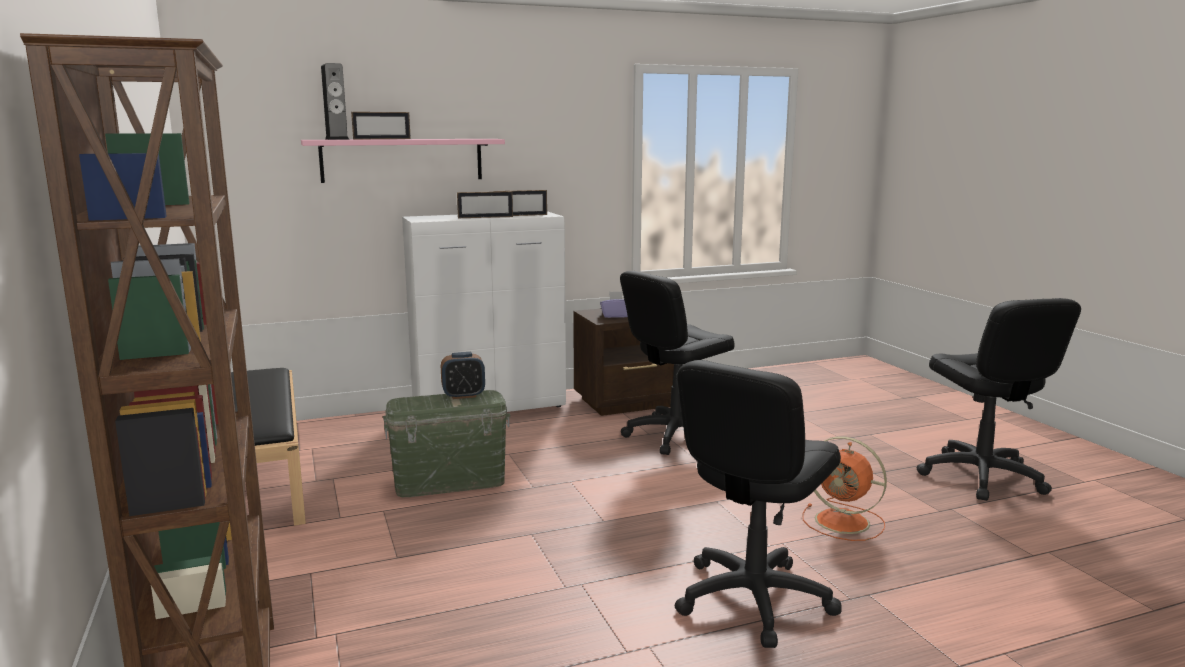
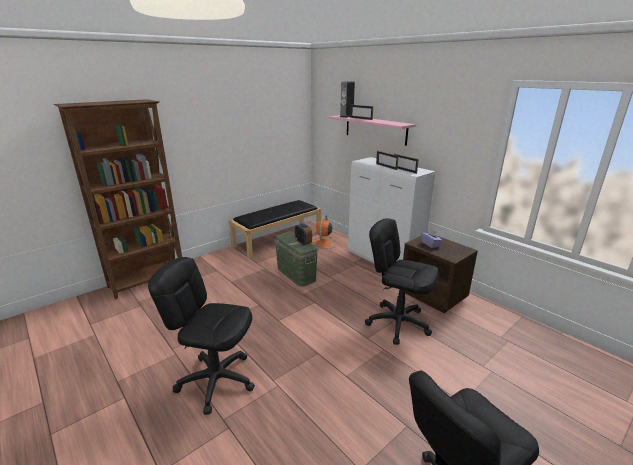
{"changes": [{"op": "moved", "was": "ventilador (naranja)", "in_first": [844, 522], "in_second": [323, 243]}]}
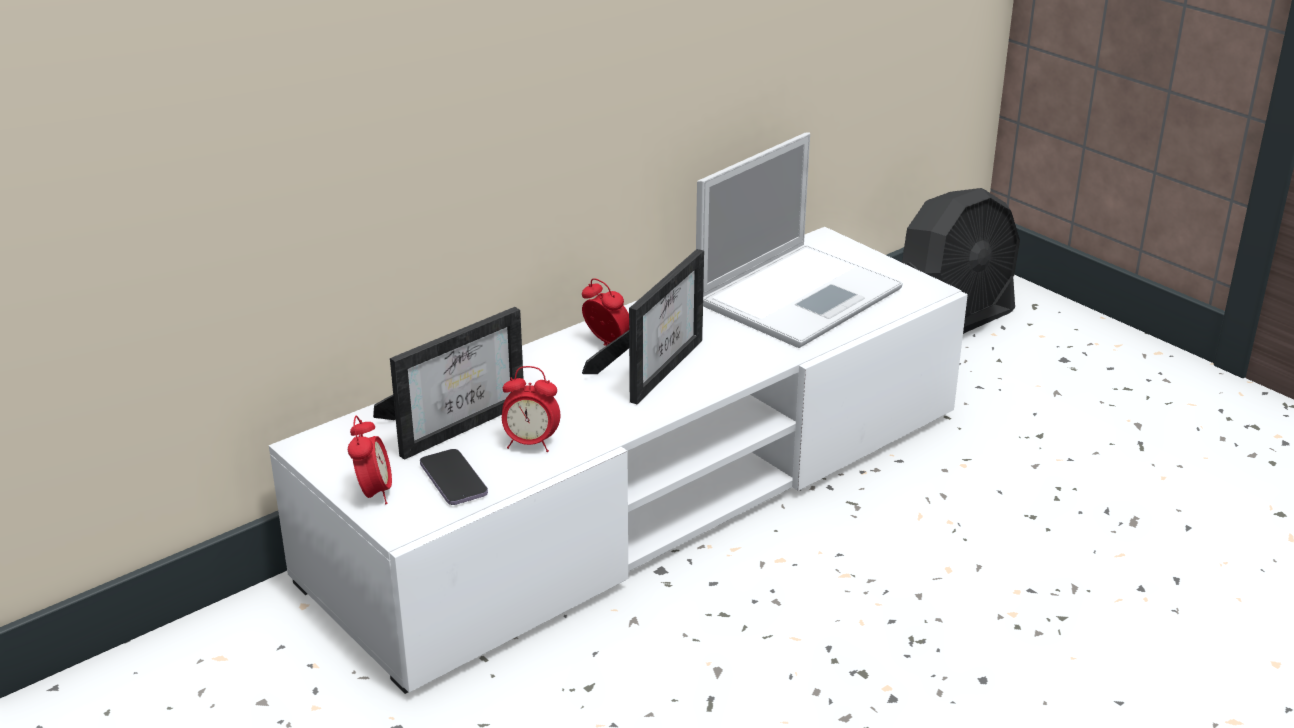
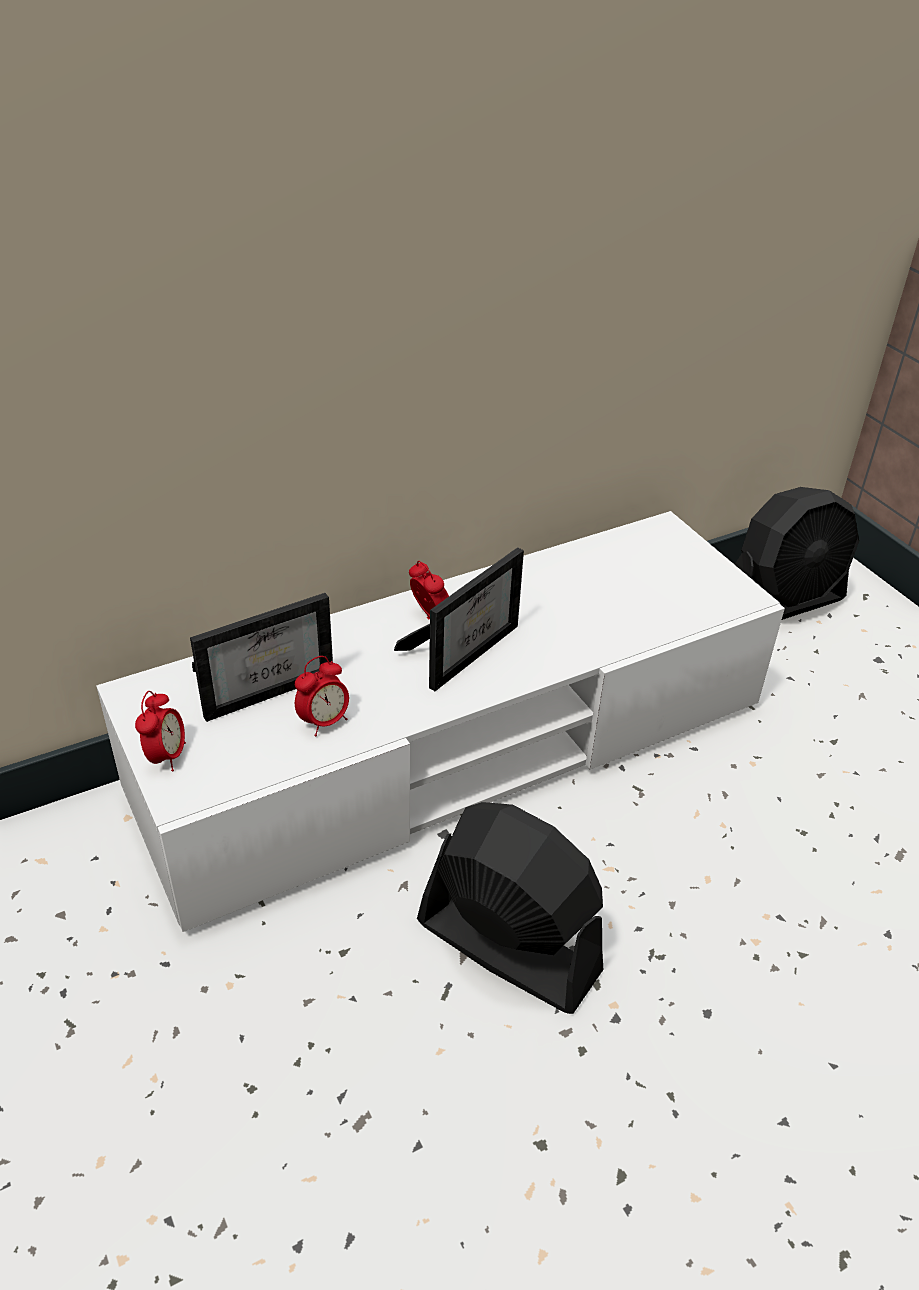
{"changes": [{"op": "removed", "was": "portátil", "in_first": [800, 294]}, {"op": "turned", "was": "despertador", "in_first": [530, 444], "in_second": [324, 722], "clockwise": -60}, {"op": "removed", "was": "móvil", "in_first": [453, 480]}, {"op": "added", "now": "ventilador (negro)", "in_second": [507, 946]}]}
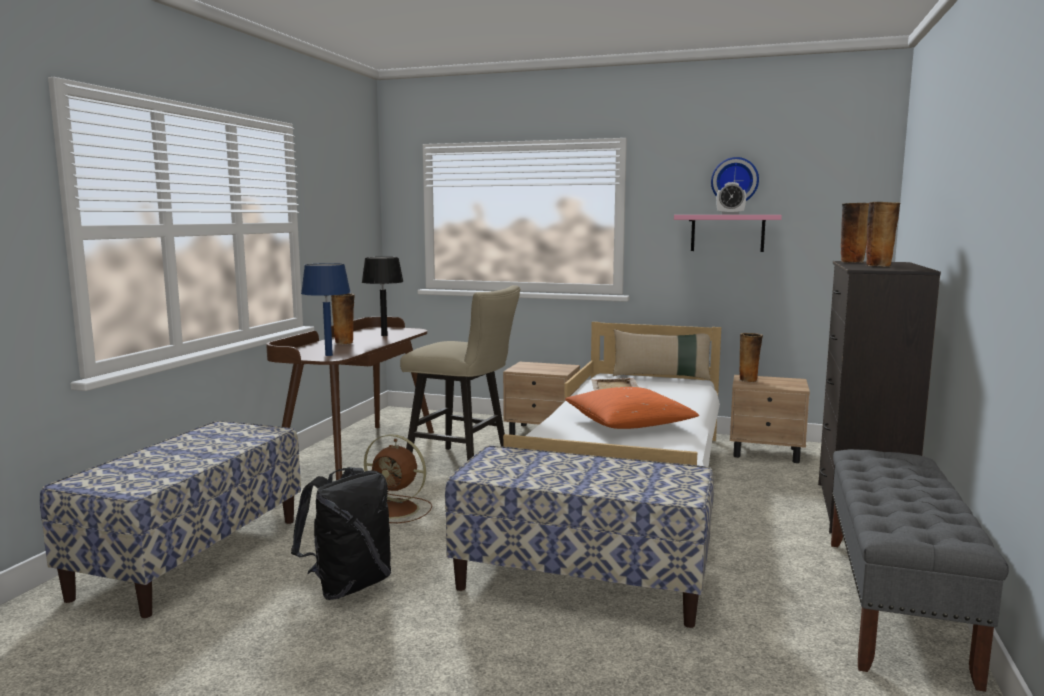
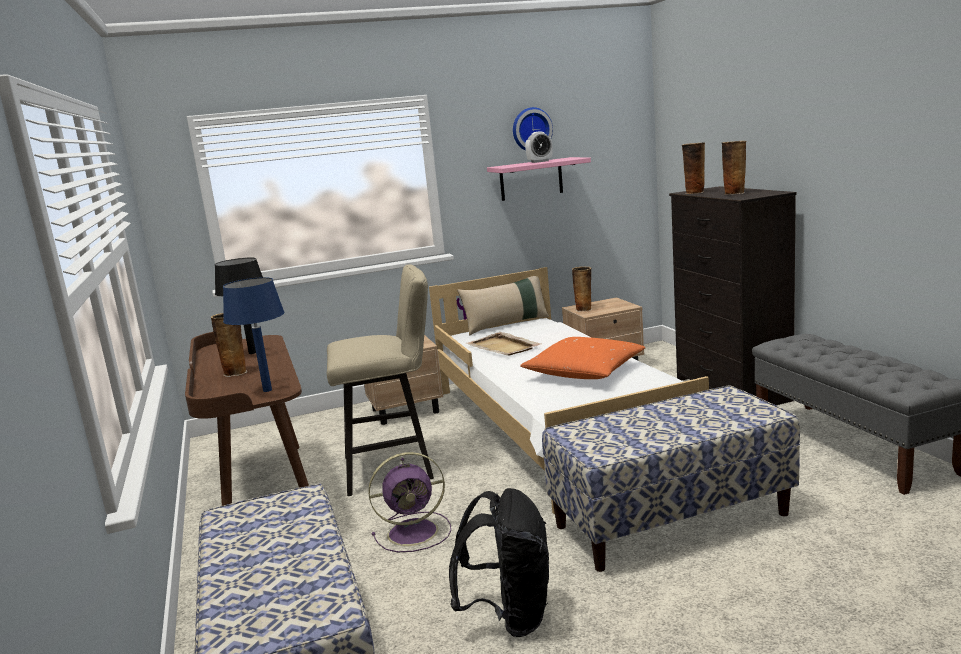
{"changes": [{"op": "recoloured", "was": "ventilador (marrón)", "now": "ventilador (morado)", "in_first": [398, 510], "in_second": [415, 532]}]}
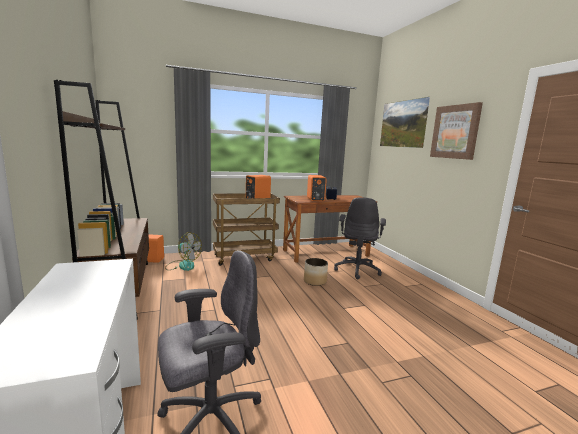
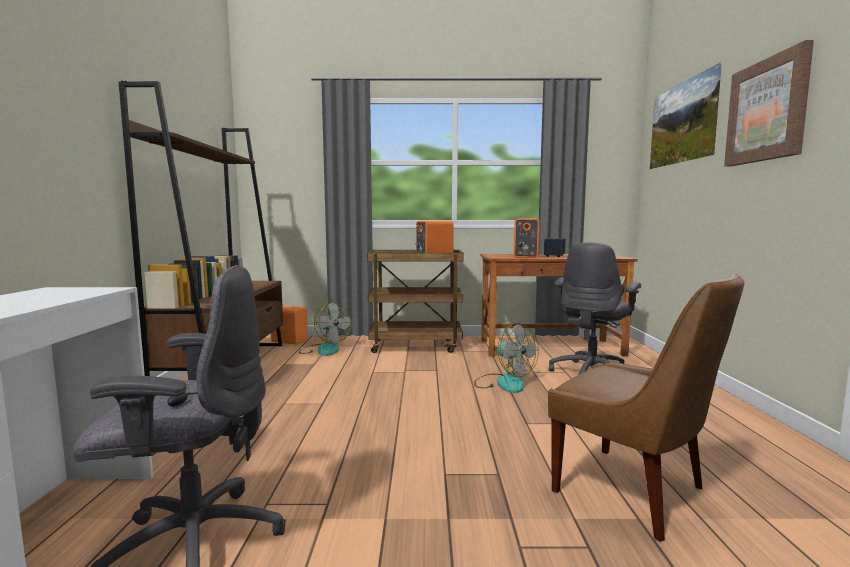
{"changes": [{"op": "replaced", "was": "maceta", "now": "ventilador", "in_first": [315, 281], "in_second": [504, 382]}, {"op": "added", "now": "silla (marrón)", "in_second": [634, 492]}]}
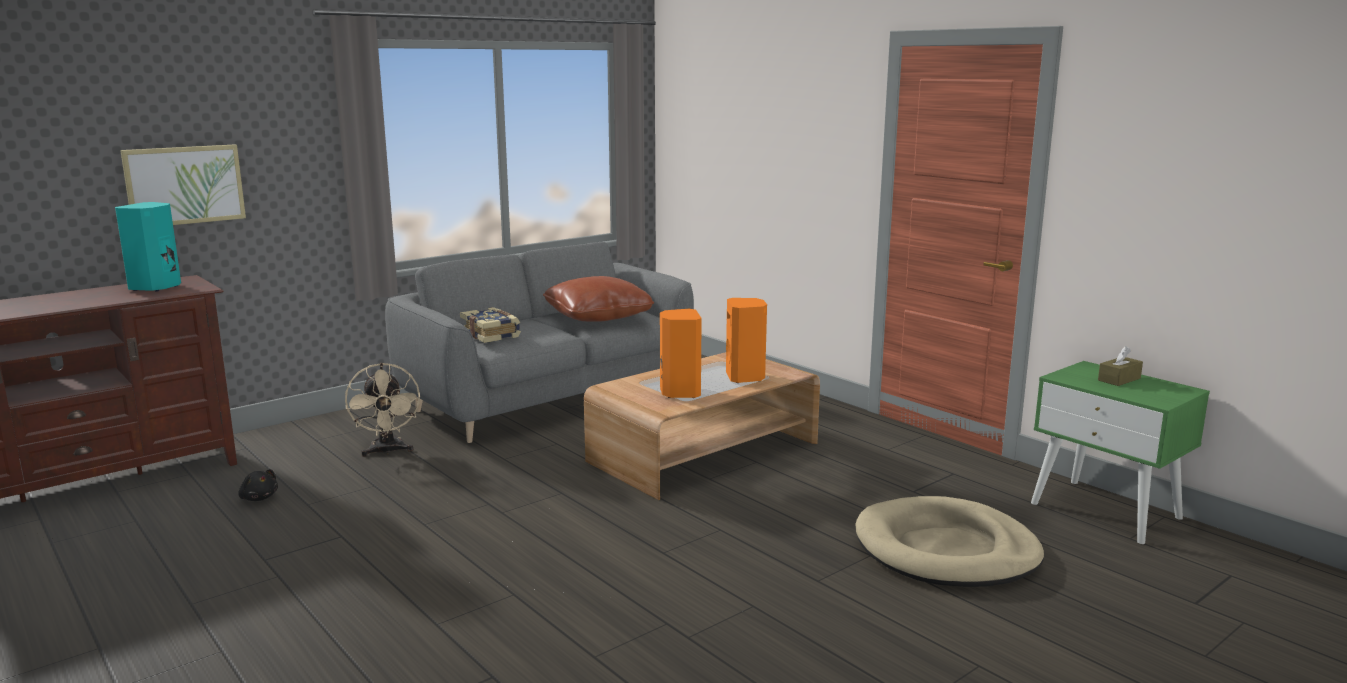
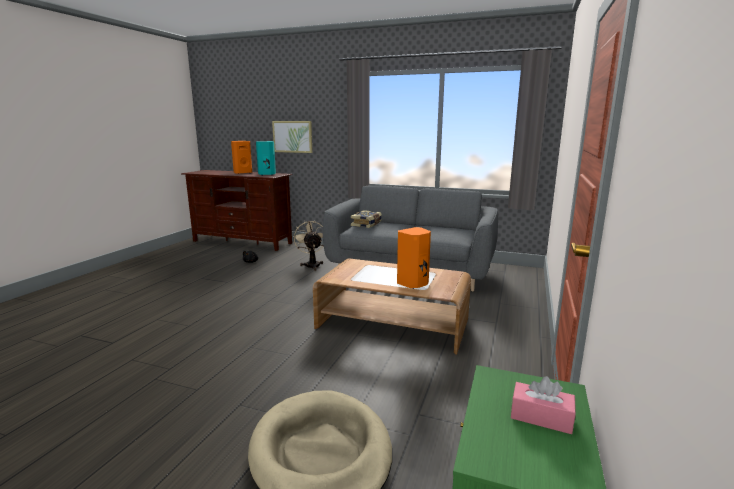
{"changes": [{"op": "removed", "was": "cojín (marrón)", "in_first": [598, 317]}, {"op": "moved", "was": "altavoz (naranja)", "in_first": [679, 393], "in_second": [242, 173]}, {"op": "recoloured", "was": "caja de pañuelos (marrón)", "now": "caja de pañuelos (rosa)", "in_first": [1119, 379], "in_second": [541, 417]}, {"op": "turned", "was": "ventilador (beis)", "in_first": [387, 451], "in_second": [312, 265], "clockwise": 120}]}
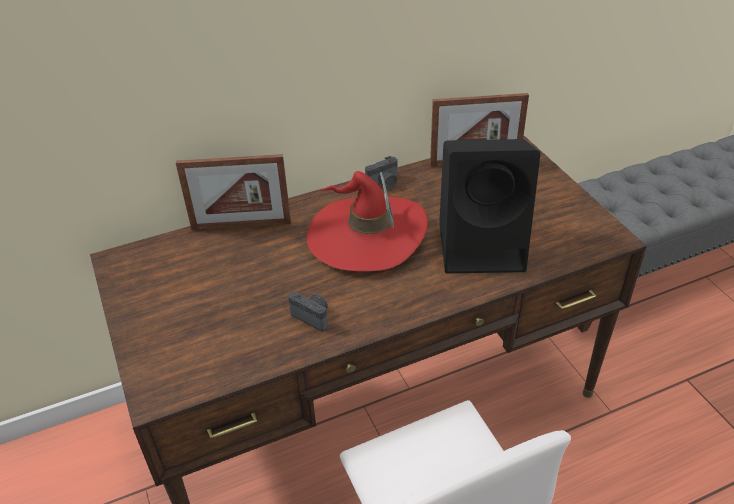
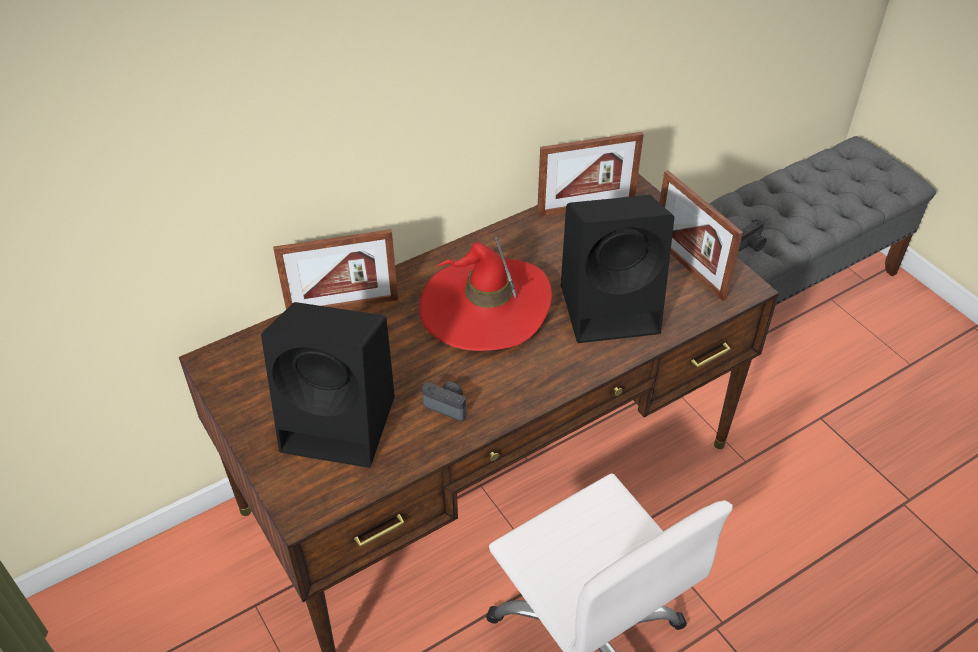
{"changes": [{"op": "moved", "was": "cámara", "in_first": [384, 183], "in_second": [751, 245]}, {"op": "added", "now": "portarretratos", "in_second": [689, 268]}, {"op": "added", "now": "altavoz (negro)", "in_second": [342, 423]}]}
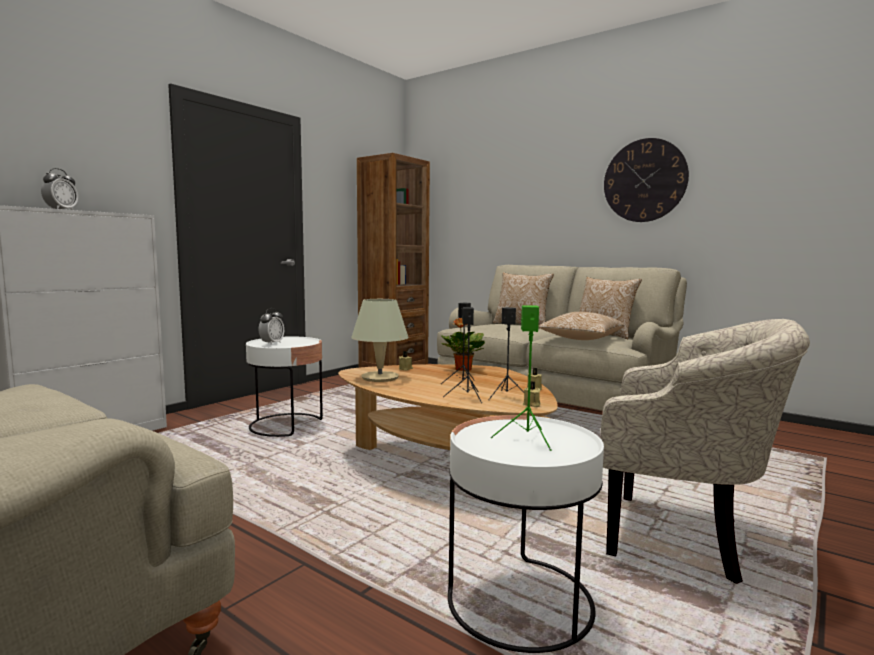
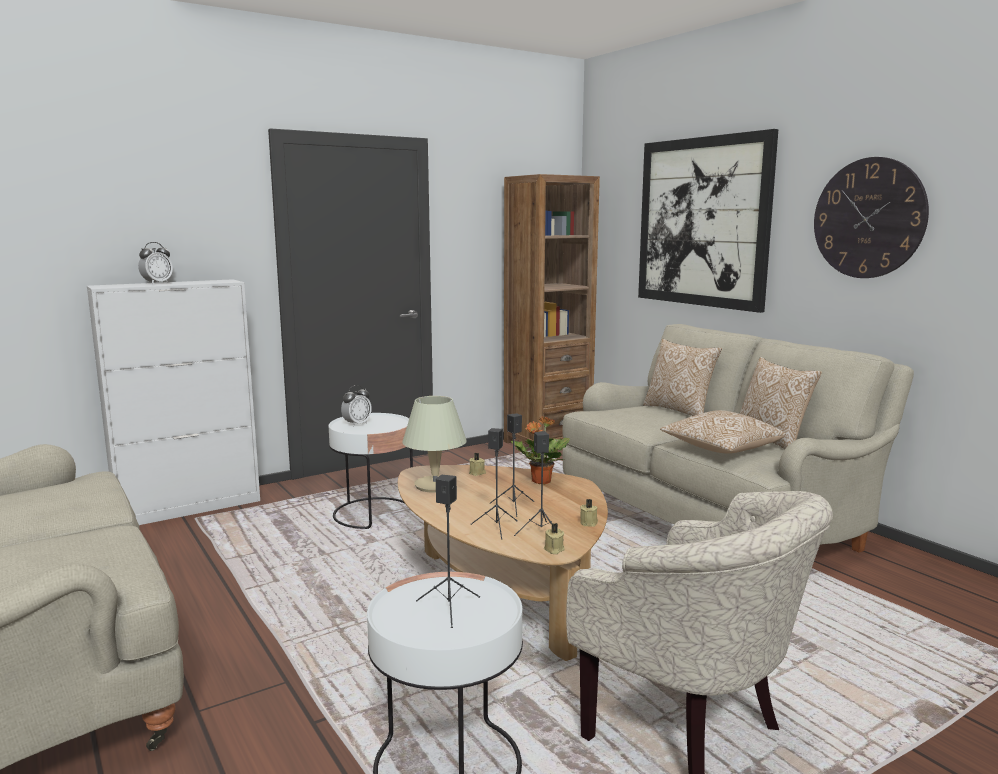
{"changes": [{"op": "recoloured", "was": "altavoz (verde)", "now": "altavoz (negro)", "in_first": [527, 438], "in_second": [449, 607]}, {"op": "added", "now": "cuadro", "in_second": [702, 222]}]}
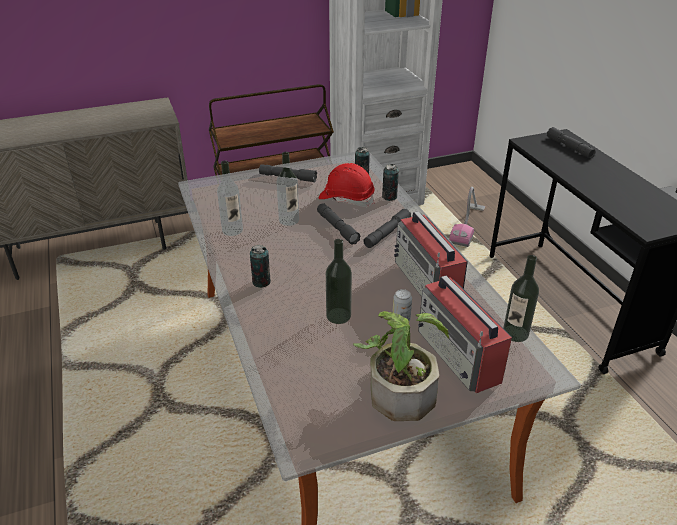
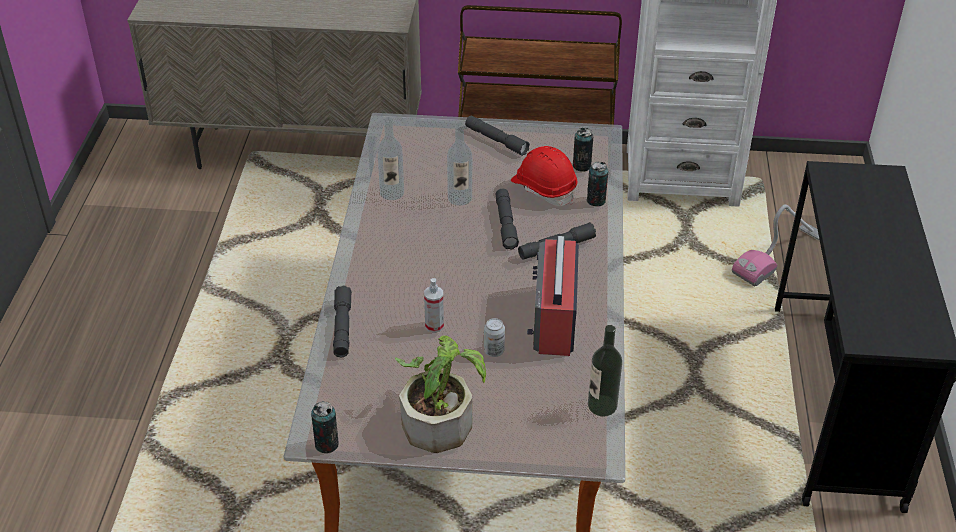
{"changes": [{"op": "moved", "was": "linterna (gris)", "in_first": [569, 147], "in_second": [342, 327]}, {"op": "replaced", "was": "botella", "now": "pulverizador", "in_first": [338, 316], "in_second": [434, 325]}, {"op": "moved", "was": "lata", "in_first": [261, 282], "in_second": [326, 444]}, {"op": "removed", "was": "radio", "in_first": [459, 356]}]}
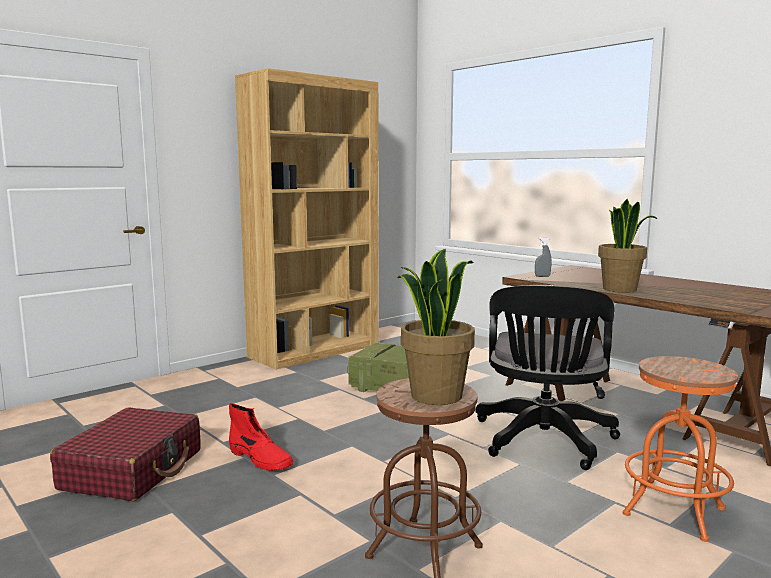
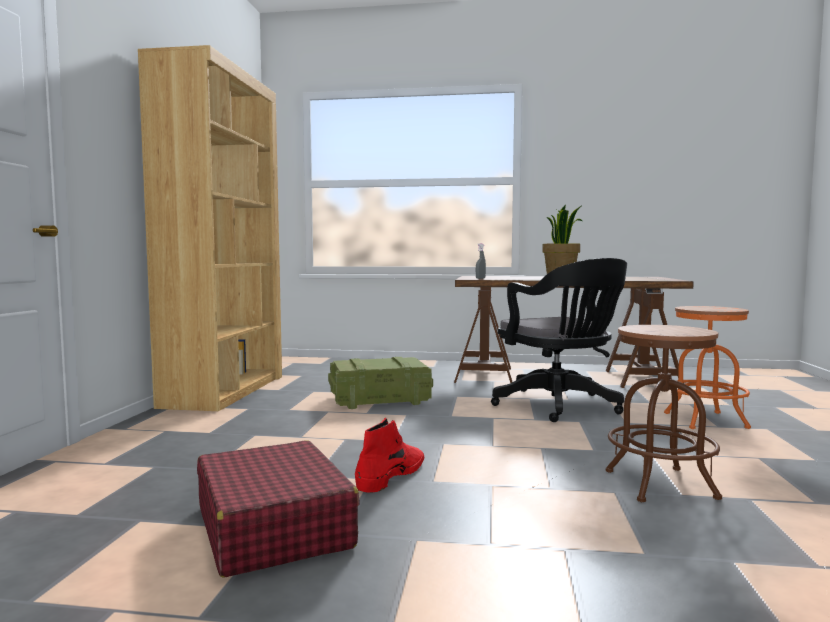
{"changes": [{"op": "removed", "was": "planta en maceta", "in_first": [435, 395]}, {"op": "turned", "was": "bota (rojo)", "in_first": [261, 459], "in_second": [391, 475], "clockwise": -60}]}
